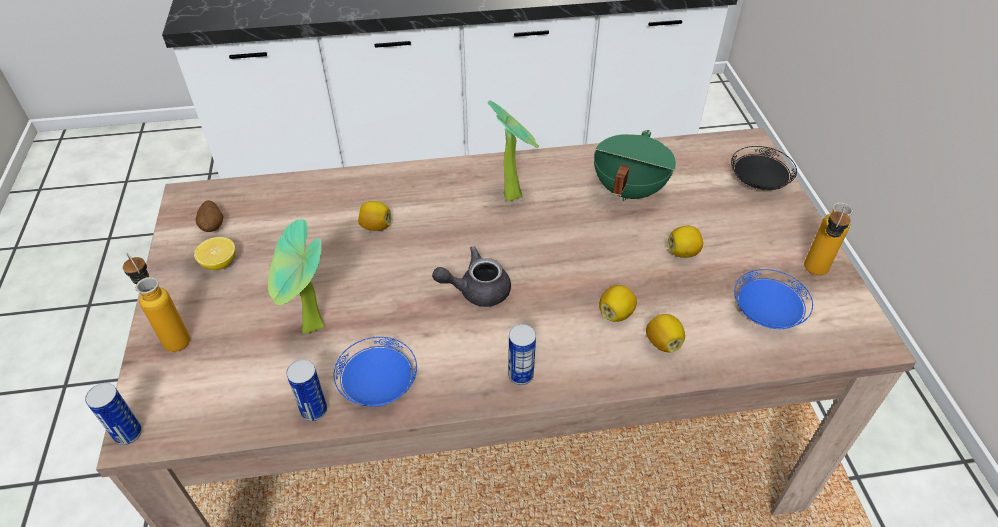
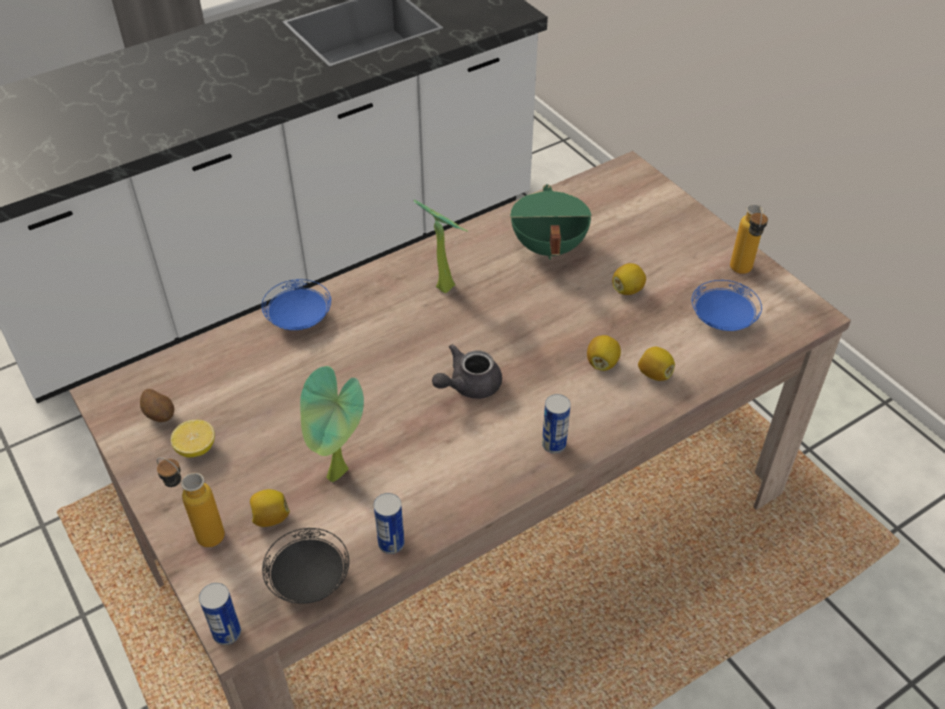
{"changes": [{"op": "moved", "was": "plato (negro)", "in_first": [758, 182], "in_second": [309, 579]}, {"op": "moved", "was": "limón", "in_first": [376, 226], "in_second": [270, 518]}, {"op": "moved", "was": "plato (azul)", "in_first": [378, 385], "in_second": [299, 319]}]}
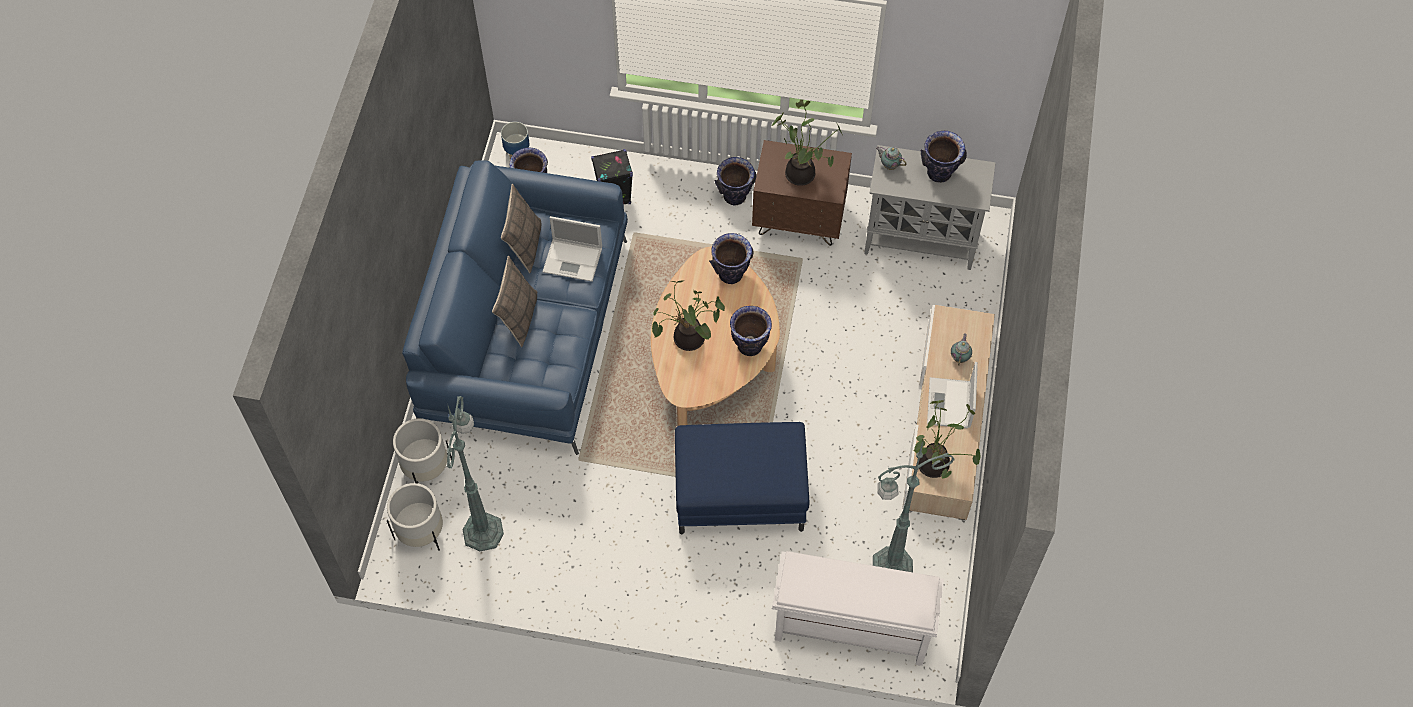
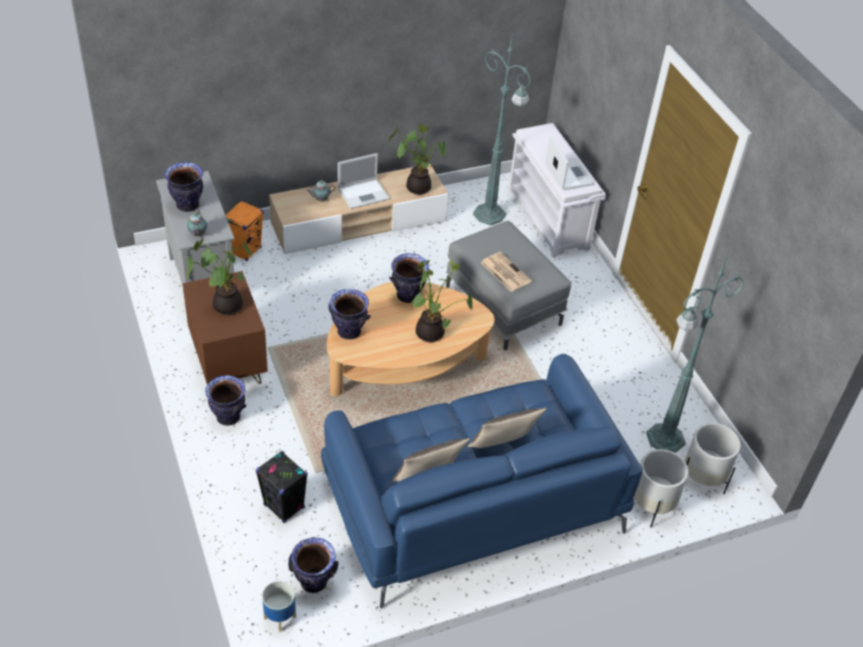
{"changes": [{"op": "moved", "was": "portátil", "in_first": [574, 260], "in_second": [568, 174]}, {"op": "recoloured", "was": "puf (azul)", "now": "puf (gris)", "in_first": [740, 492], "in_second": [502, 305]}, {"op": "added", "now": "altavoz (naranja)", "in_second": [245, 250]}, {"op": "added", "now": "periódico", "in_second": [505, 272]}]}
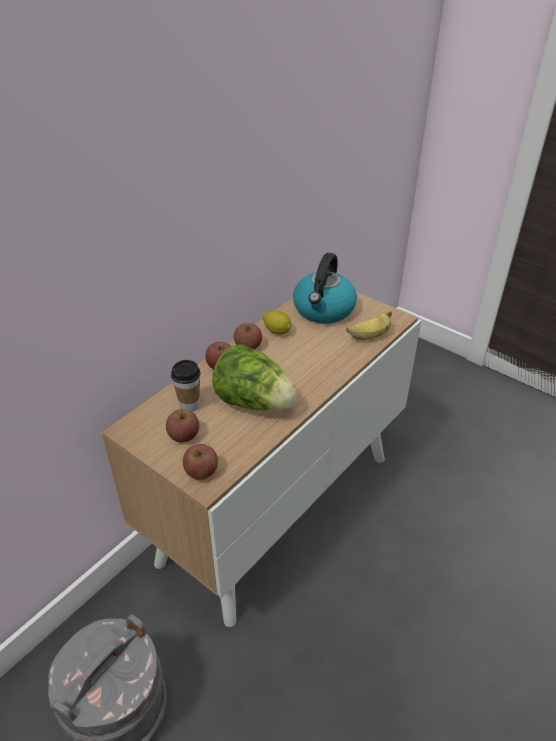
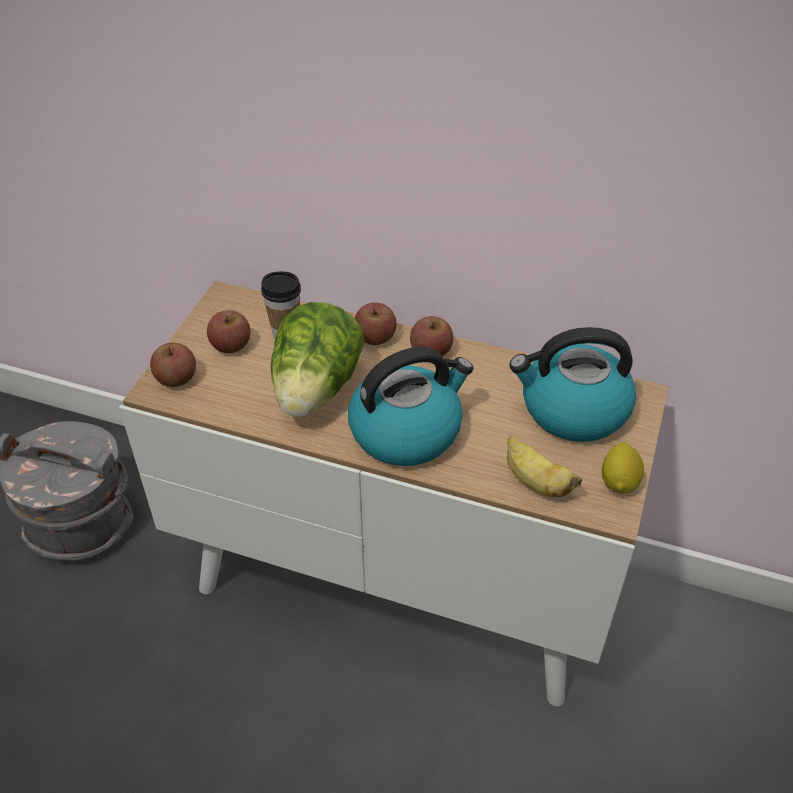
{"changes": [{"op": "moved", "was": "limón", "in_first": [277, 331], "in_second": [619, 481]}, {"op": "added", "now": "hervidor", "in_second": [407, 430]}]}
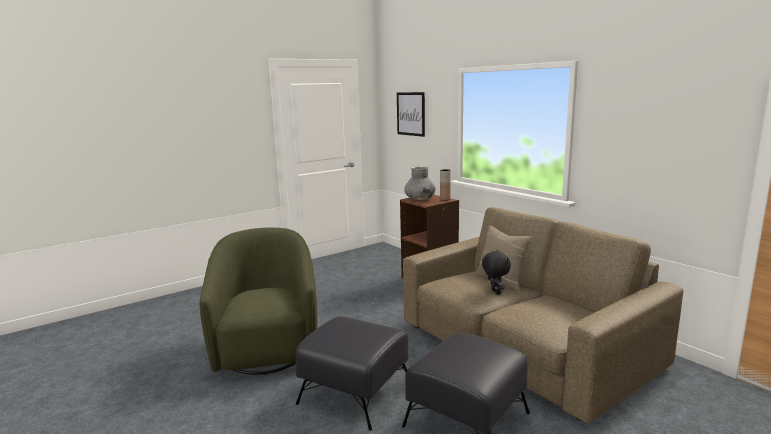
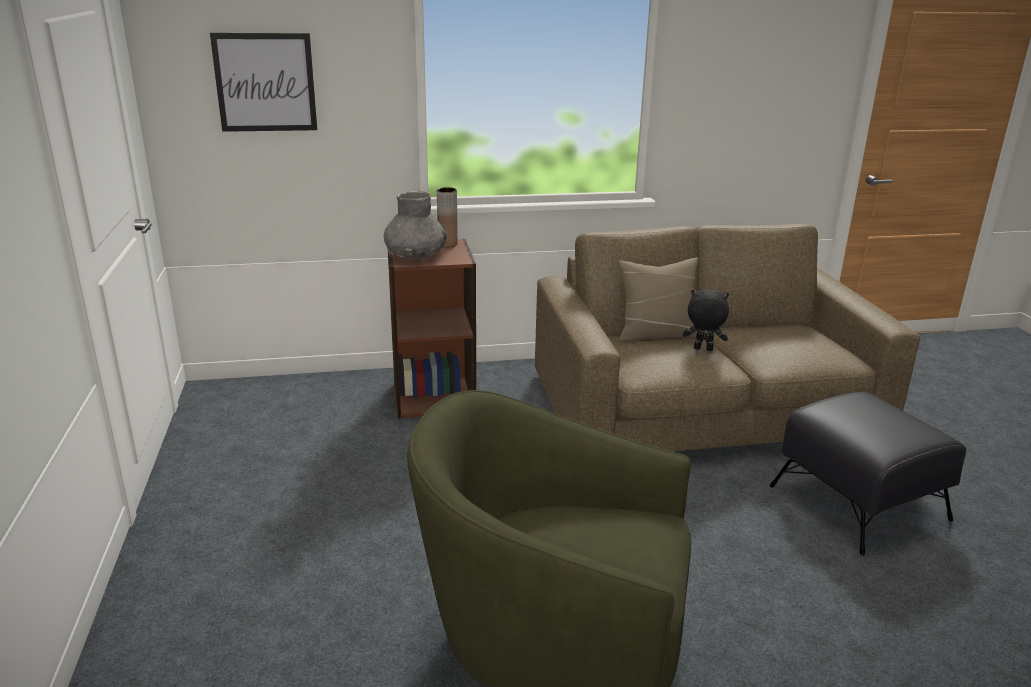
{"changes": [{"op": "removed", "was": "puf (negro)", "in_first": [356, 392]}]}
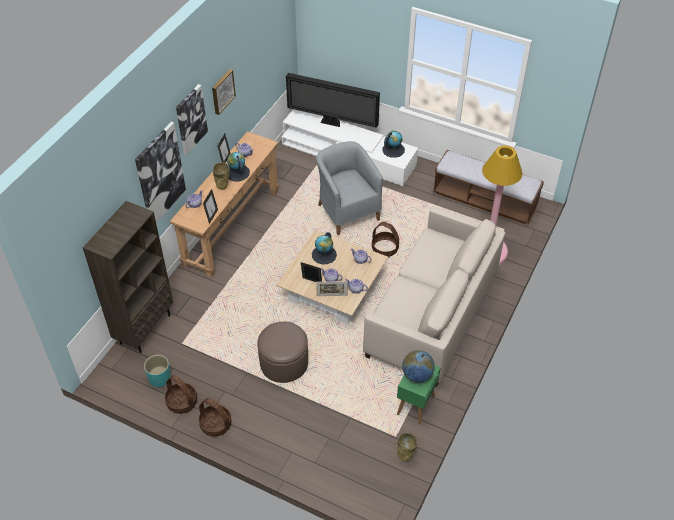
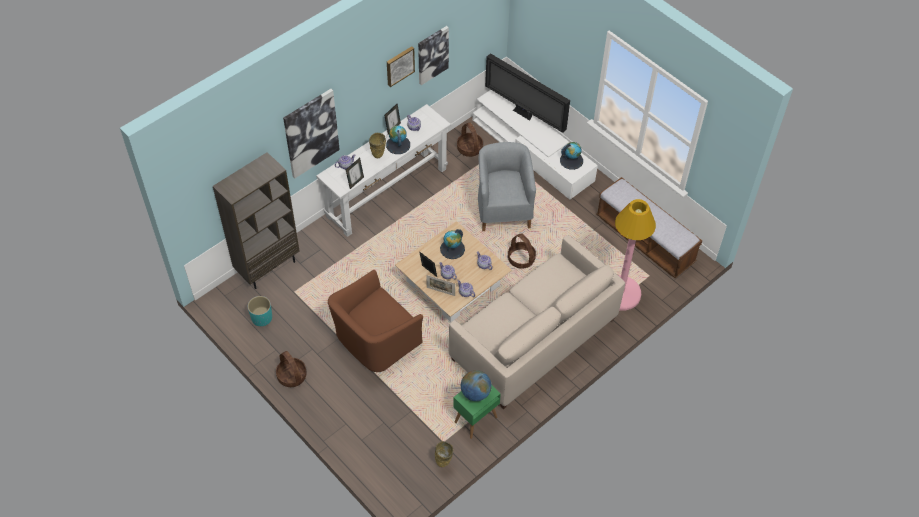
{"changes": [{"op": "moved", "was": "cuadro", "in_first": [190, 119], "in_second": [432, 54]}, {"op": "recoloured", "was": "mesa consola (marrón)", "now": "mesa consola (blanco)", "in_first": [232, 227], "in_second": [387, 192]}, {"op": "replaced", "was": "puf (marrón)", "now": "sillón (marrón)", "in_first": [284, 363], "in_second": [375, 340]}, {"op": "moved", "was": "cesta", "in_first": [181, 402], "in_second": [469, 148]}]}
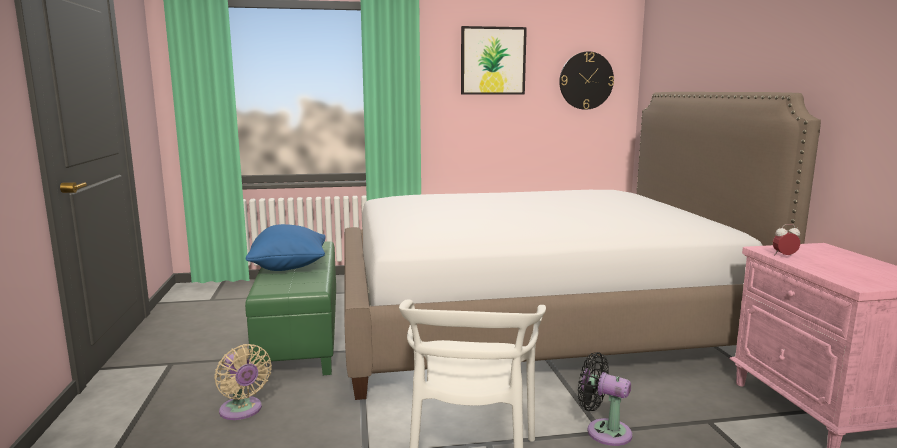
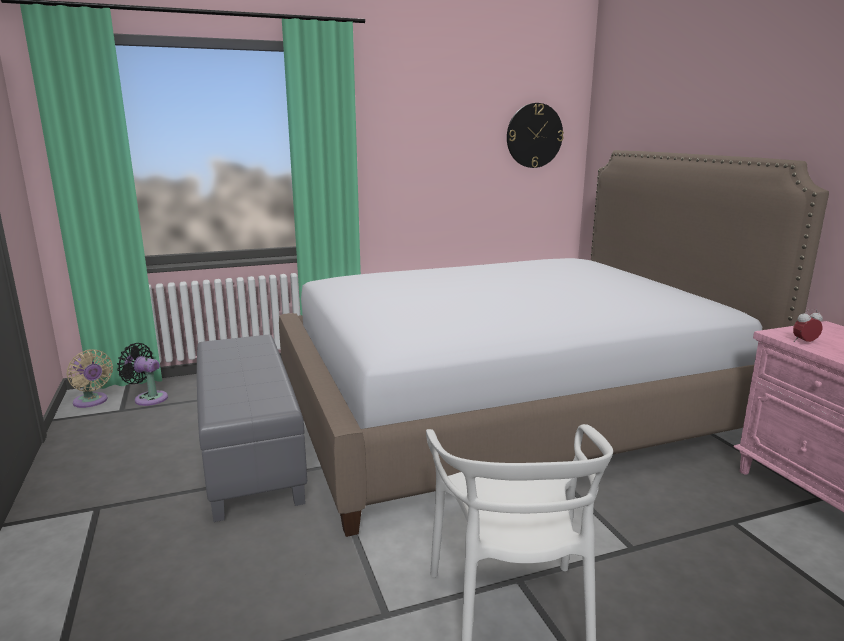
{"changes": [{"op": "removed", "was": "cuadro", "in_first": [493, 61]}, {"op": "removed", "was": "cojín (azul)", "in_first": [289, 267]}, {"op": "recoloured", "was": "puf (verde)", "now": "puf (gris)", "in_first": [301, 337], "in_second": [251, 454]}, {"op": "moved", "was": "ventilador (beis)", "in_first": [242, 411], "in_second": [92, 402]}, {"op": "moved", "was": "ventilador (negro)", "in_first": [604, 431], "in_second": [148, 398]}]}
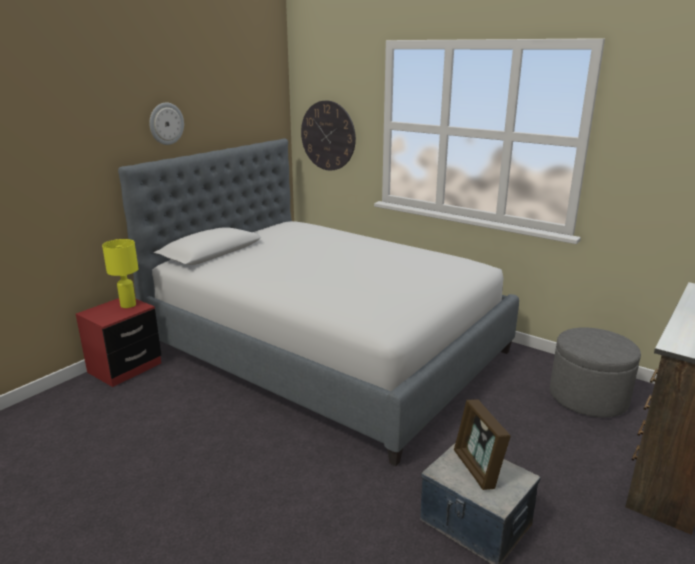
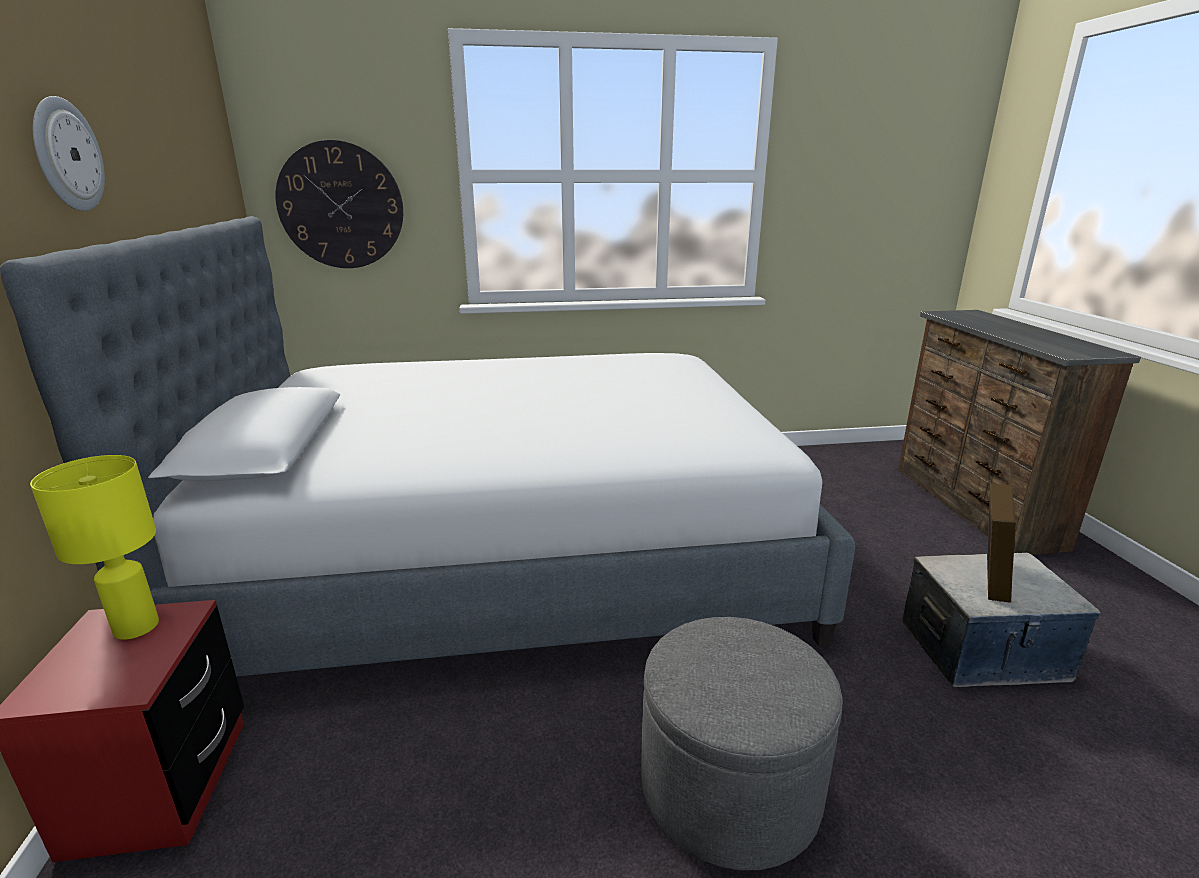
{"changes": [{"op": "moved", "was": "puf (gris)", "in_first": [588, 397], "in_second": [729, 788]}, {"op": "turned", "was": "portarretratos", "in_first": [477, 469], "in_second": [990, 578], "clockwise": -90}]}
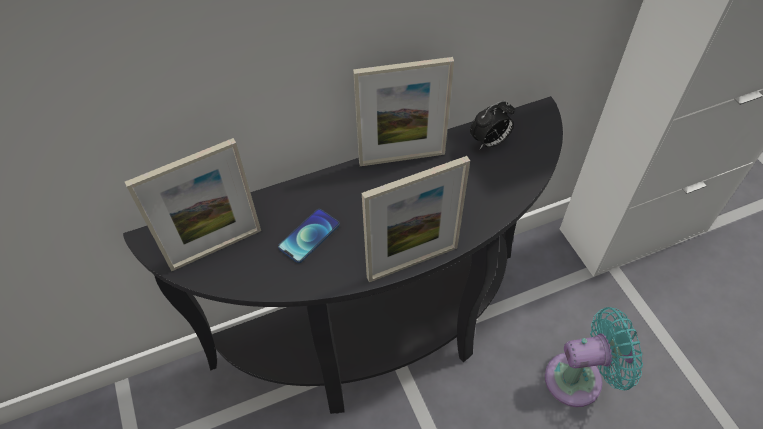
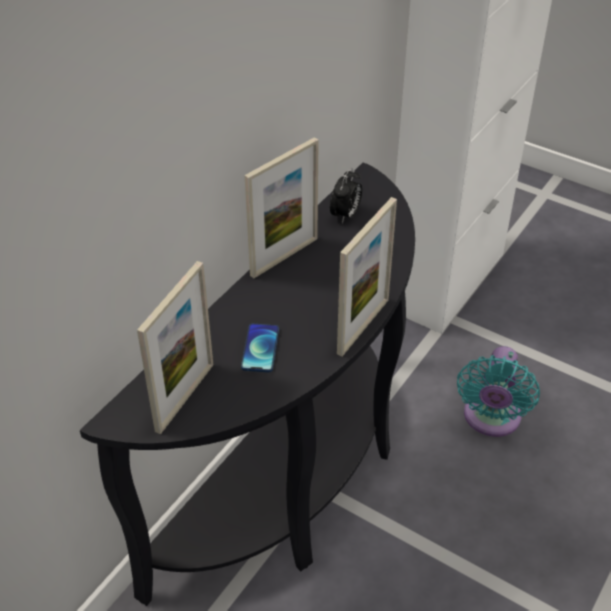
{"changes": [{"op": "turned", "was": "ventilador (turquesa)", "in_first": [580, 378], "in_second": [491, 419], "clockwise": 150}]}
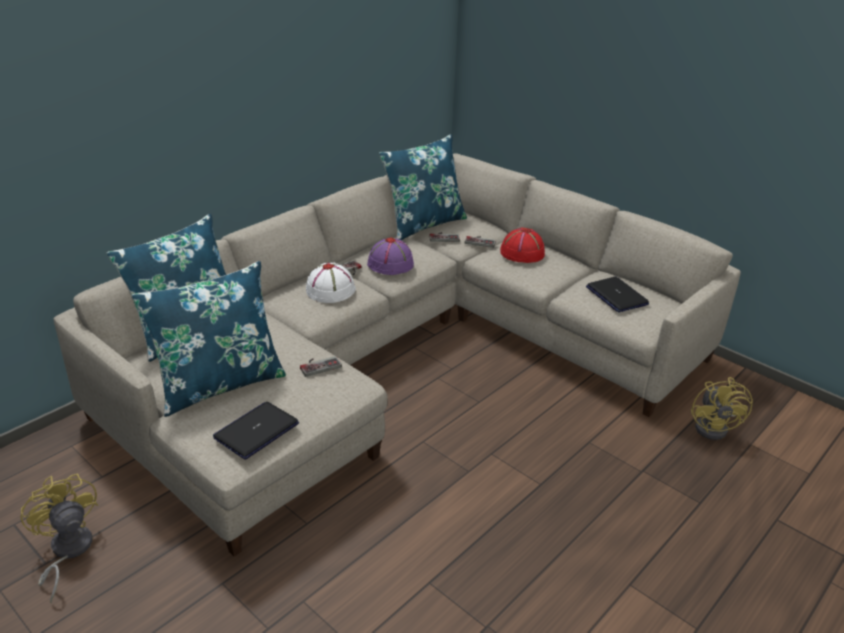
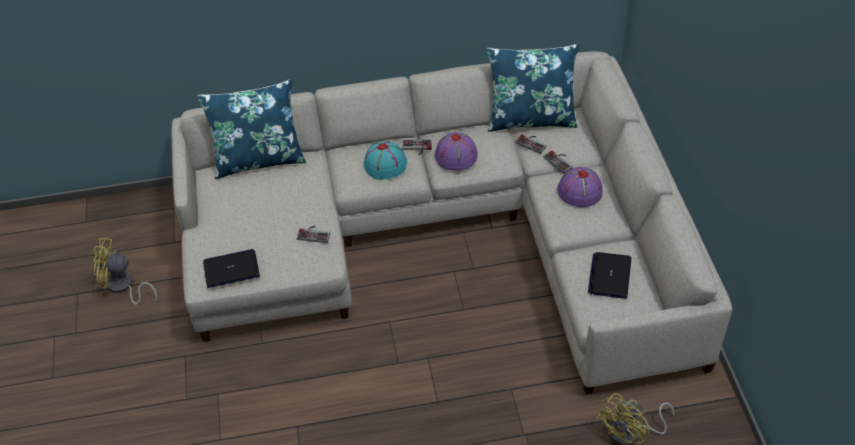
{"changes": [{"op": "recoloured", "was": "sombrero (rojo)", "now": "sombrero (morado)", "in_first": [521, 253], "in_second": [579, 191]}, {"op": "removed", "was": "cojín (azul)", "in_first": [219, 384]}, {"op": "recoloured", "was": "sombrero (blanco)", "now": "sombrero (turquesa)", "in_first": [330, 290], "in_second": [385, 164]}, {"op": "turned", "was": "ventilador (amarillo)", "in_first": [67, 552], "in_second": [123, 287], "clockwise": -90}]}
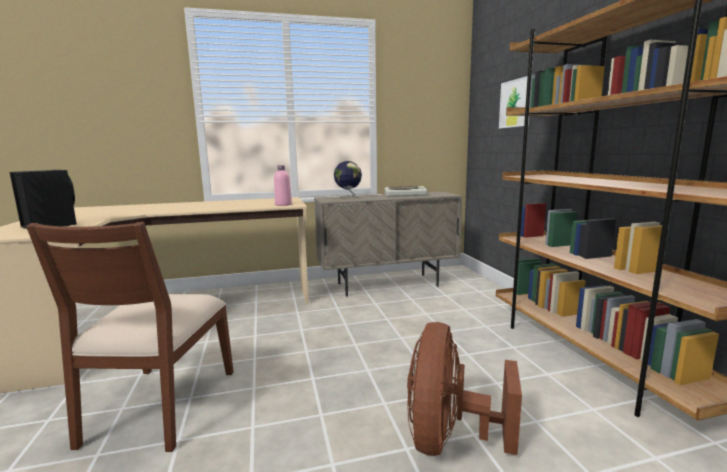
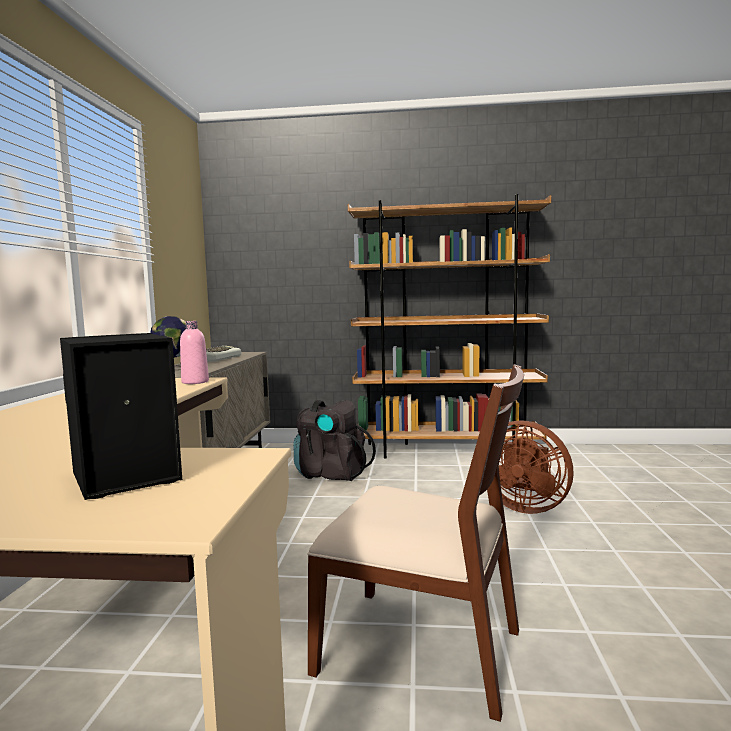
{"changes": [{"op": "removed", "was": "cuadro", "in_first": [515, 103]}, {"op": "added", "now": "mochila (negro)", "in_second": [331, 474]}]}
